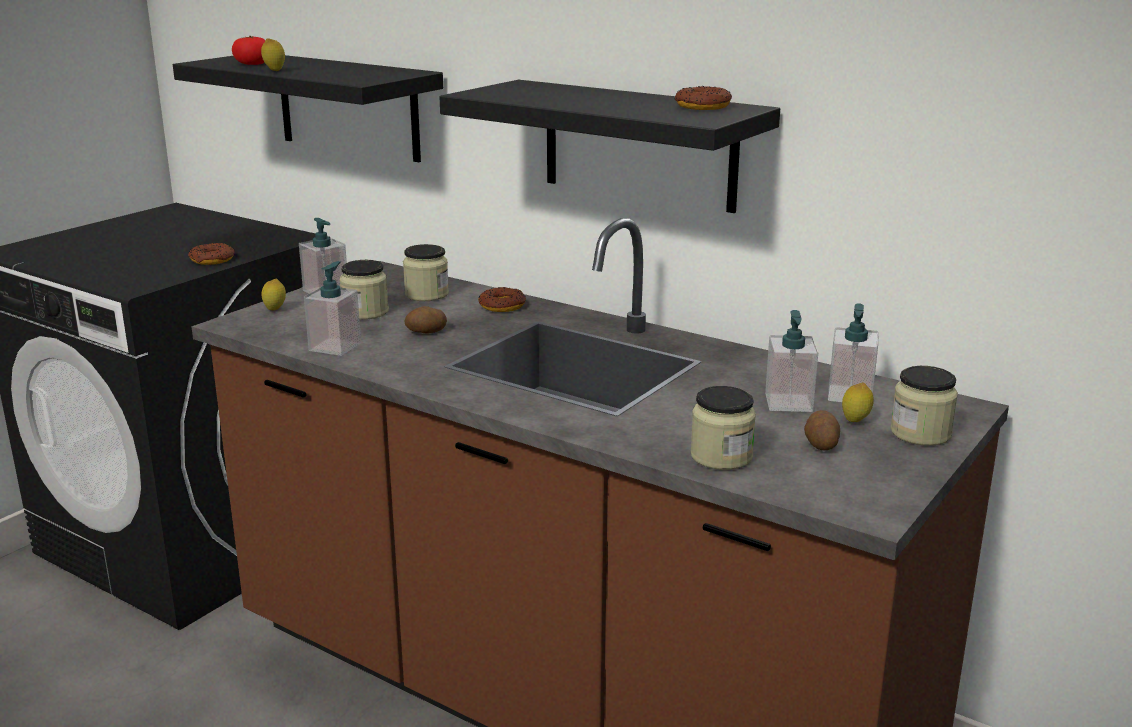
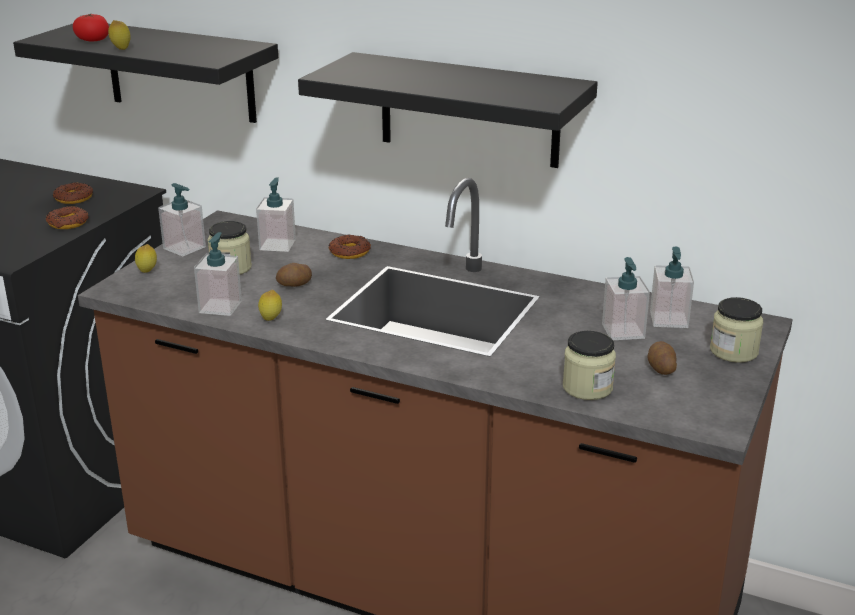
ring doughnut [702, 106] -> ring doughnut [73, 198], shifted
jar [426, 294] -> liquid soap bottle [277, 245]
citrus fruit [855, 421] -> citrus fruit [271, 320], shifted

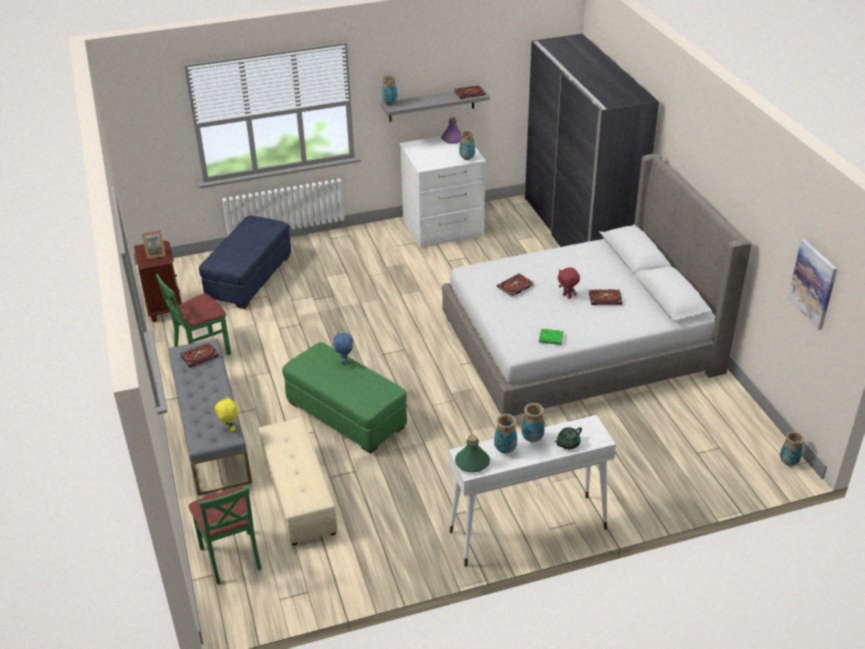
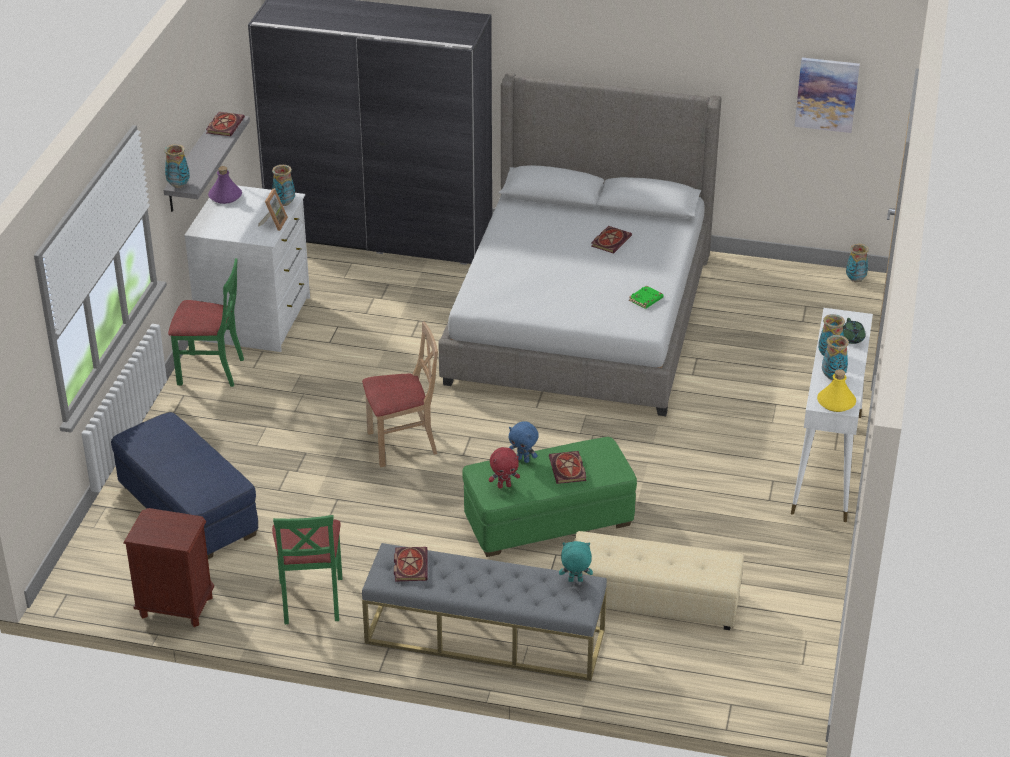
green chair [231, 557] -> green chair [211, 370], shifted
standing frame [155, 253] -> standing frame [274, 223], shifted
none -> sand-coloured chair [402, 444]
red-coloured plush toy [567, 296] -> red-coloured plush toy [504, 486], shifted
bound book [515, 287] -> bound book [568, 470], shifted
yellow plush toy [229, 429] -> turquoise-coloured plush toy [575, 581]
green bottle [472, 462] -> yellow bottle [836, 402]

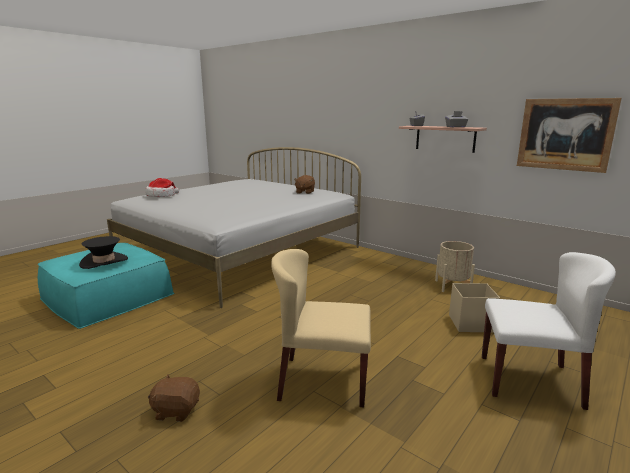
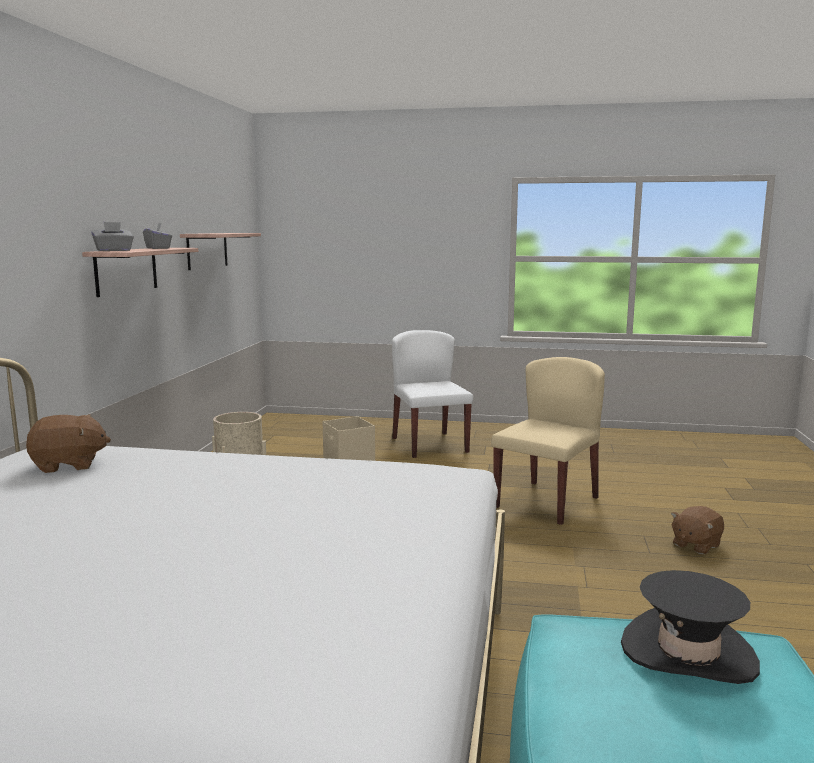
picture [565, 134] -> bracket shelf [207, 250]
sand-coloured chair [322, 381] -> sand-coloured chair [546, 501], 120 degrees counterclockwise
brown plush toy [176, 410] -> brown plush toy [695, 545], 75 degrees clockwise
hat [161, 195] -> none

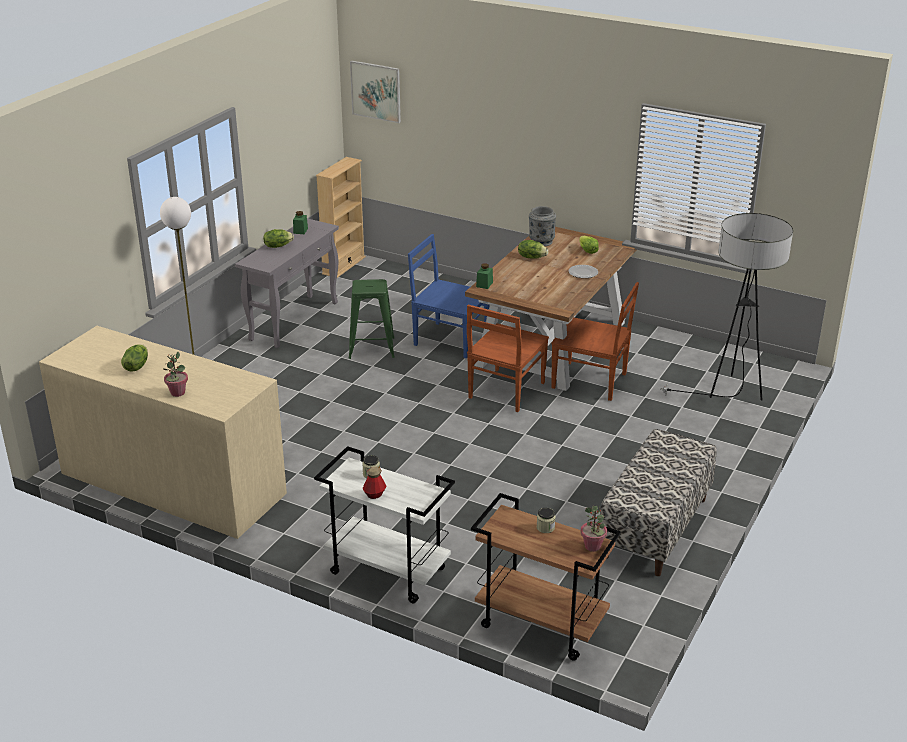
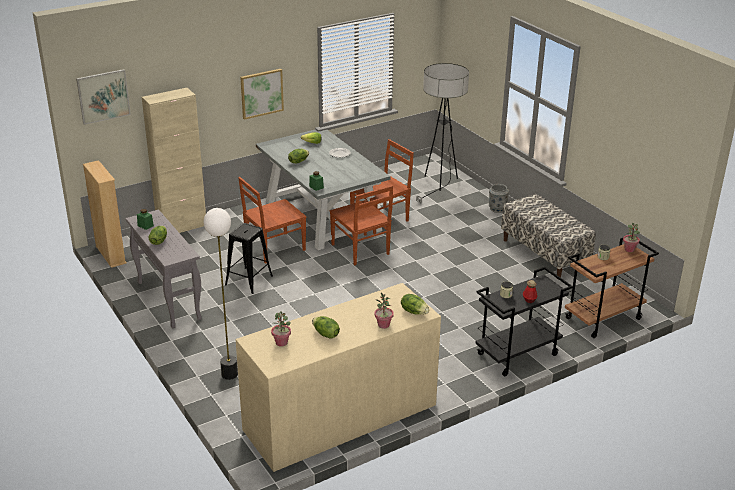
none -> sand-coloured cabinet [182, 227]
green stool seat [371, 348] -> black-coloured stool seat [249, 280]
blue-coloured chair [449, 339] -> brown chair [274, 248]
none -> picture [261, 93]
brown kitchen table [551, 344] -> grey kitchen table [323, 216]
none -> potted plant [281, 342]
none -> lettuce head [414, 311]
white trolley [386, 571] -> black-coloured trolley [517, 355]
grey flower vase [541, 241] -> grey flower vase [497, 209], shifted

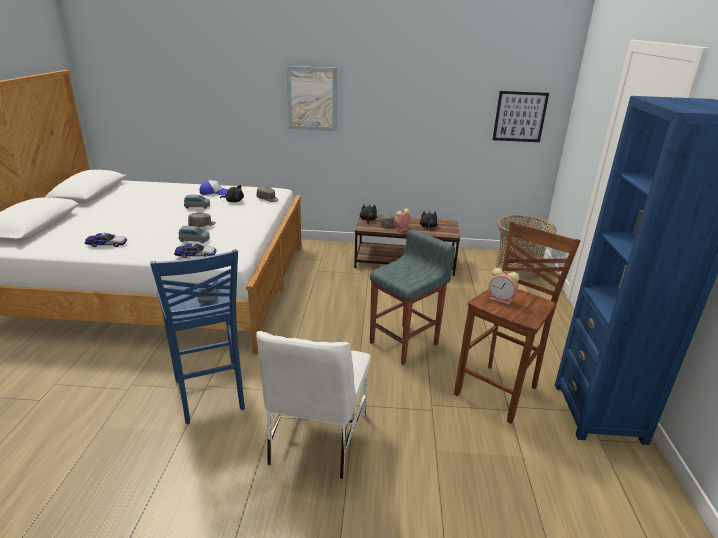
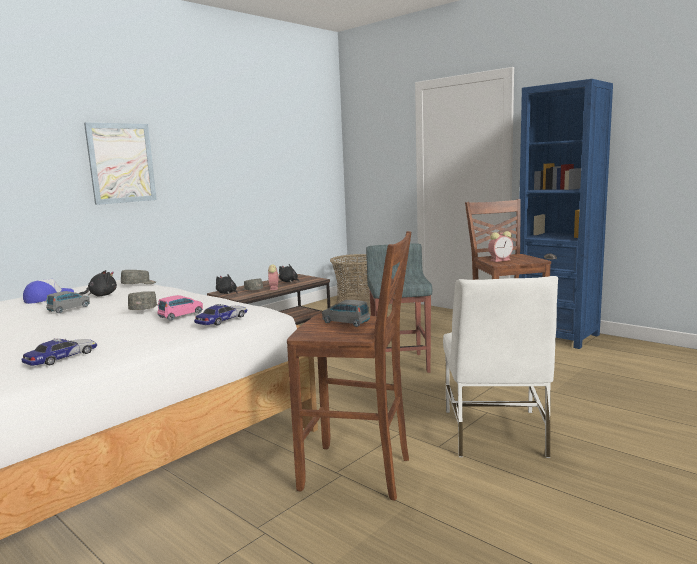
grey toy car [194, 240] -> pink toy car [181, 315]
blue-coloured stool seat [210, 395] -> brown stool seat [358, 473]
white chair [316, 439] -> white chair [495, 433], 45 degrees clockwise
picture [520, 116] -> none

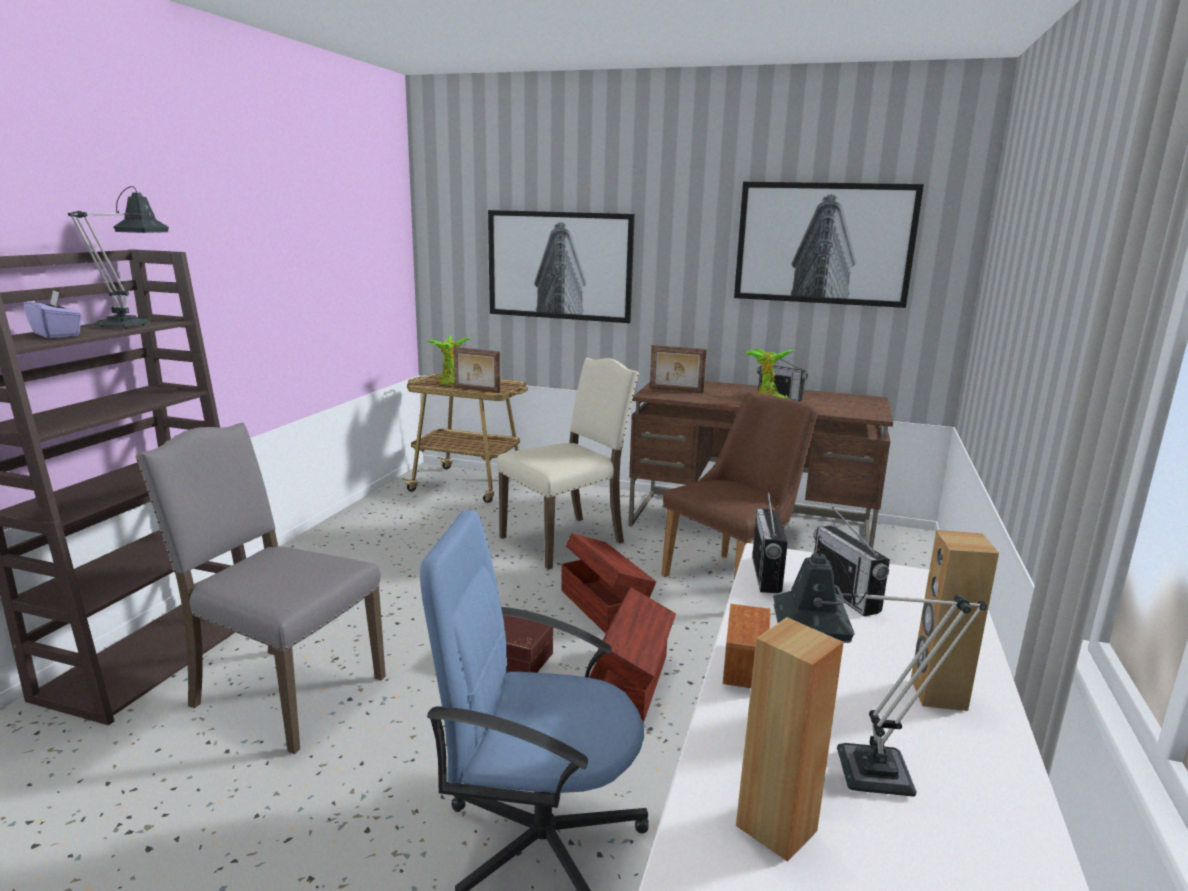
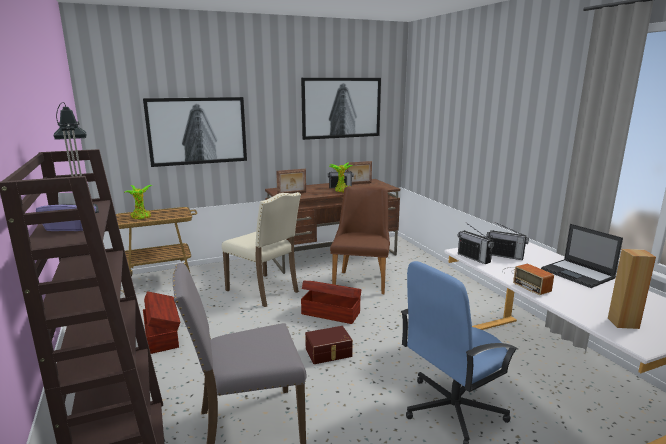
brown storage container [631, 682] -> brown storage container [162, 335], shifted
sand-coloured chair [566, 540] -> sand-coloured chair [264, 291], 120 degrees clockwise
standing frame [476, 390] -> standing frame [359, 184], shifted
brown audio speaker [937, 694] -> portable computer [578, 274]
tabletop lamp [854, 771] -> none

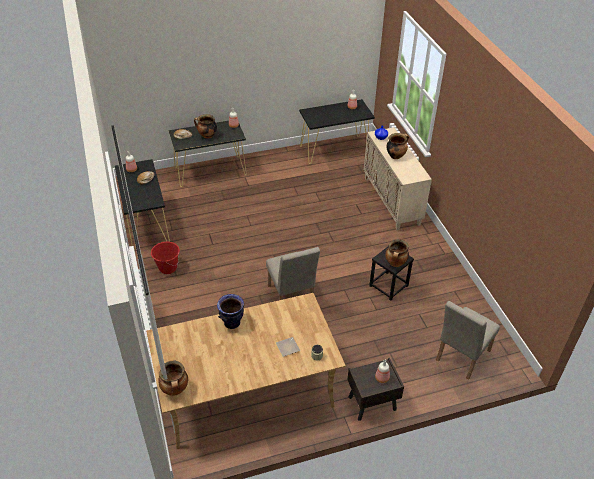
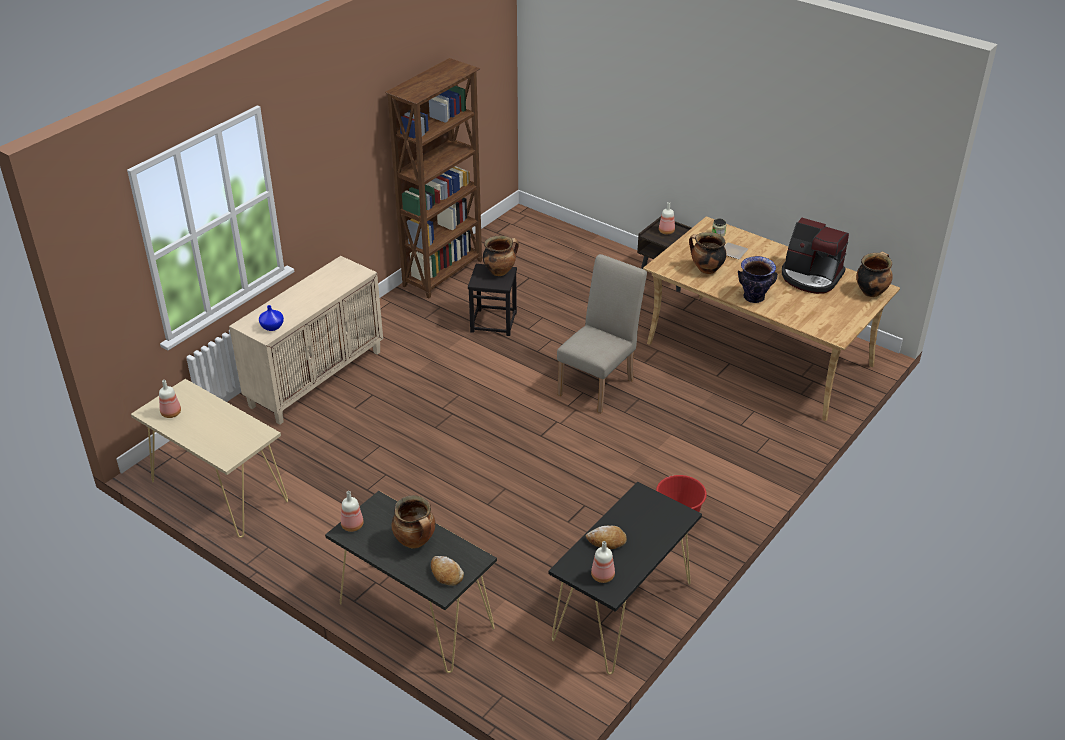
black-coloured narrow table [334, 150] -> sand-coloured narrow table [219, 491]
none -> brown bookshelf [444, 273]
saucepot [396, 156] -> saucepot [706, 269], shifted
none -> coffee machine [811, 277]
sand-coloured chair [460, 358] -> none

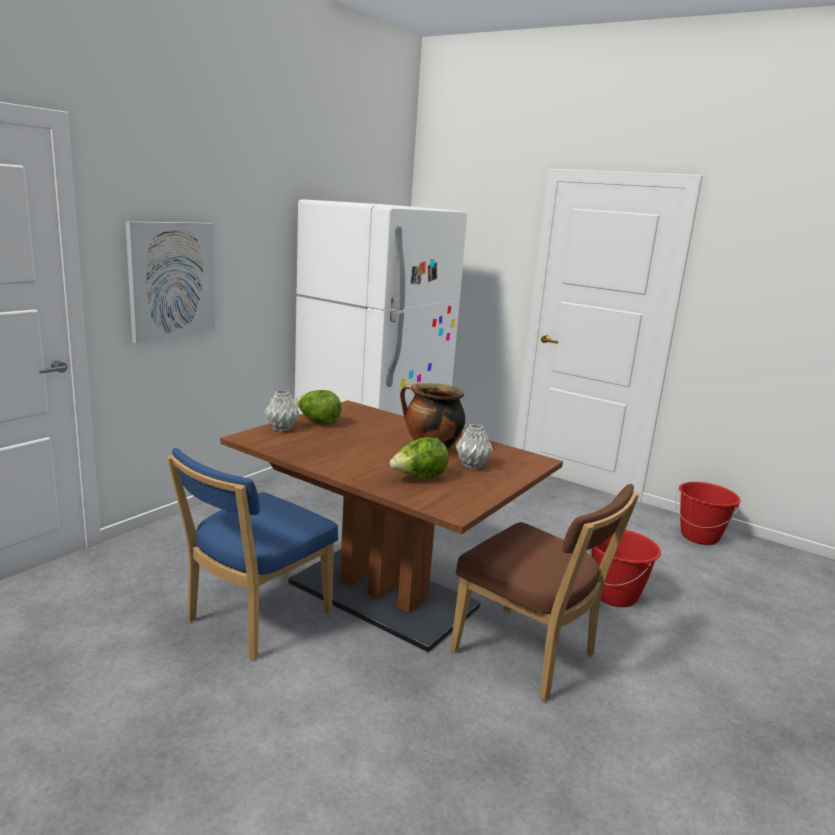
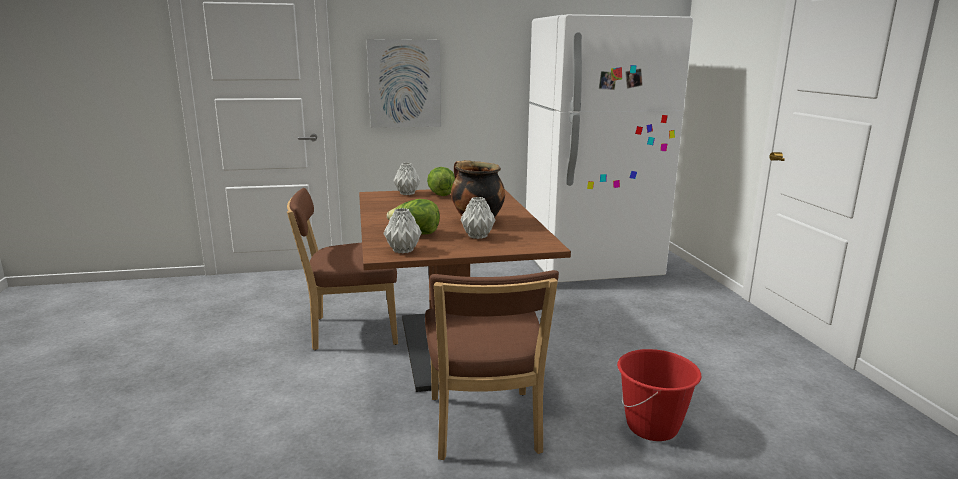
blue-coloured chair [254, 619] -> brown chair [350, 331]
none -> grey flower vase [402, 250]
red-coloured bucket [699, 536] -> none

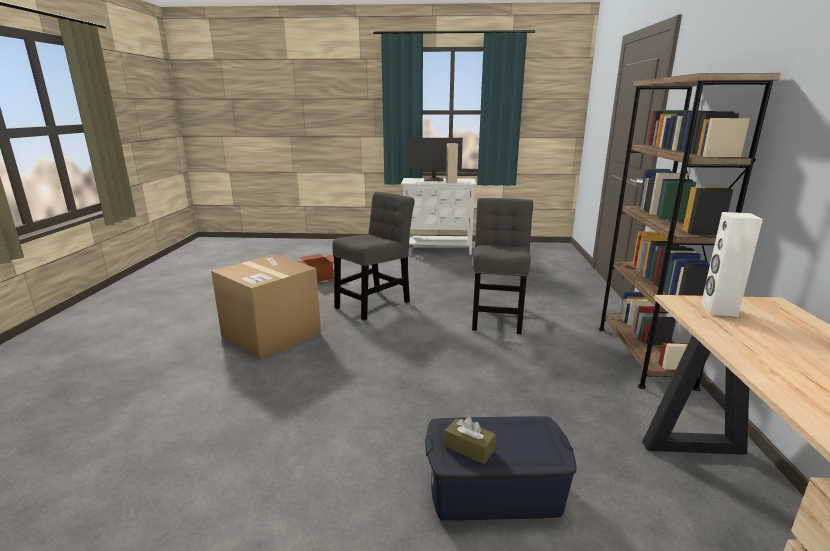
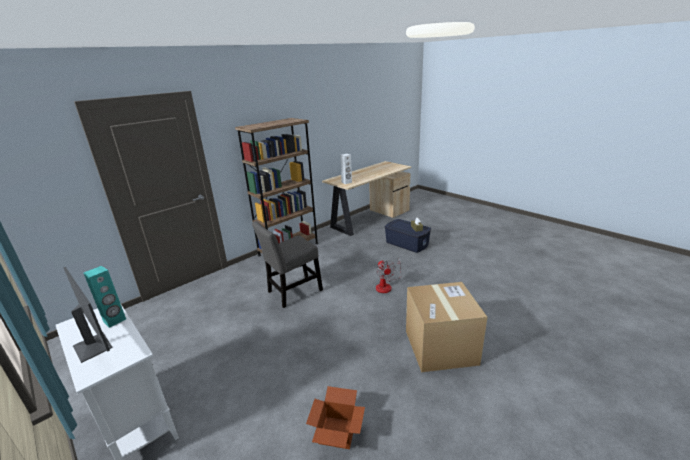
sand-coloured audio speaker [451, 182] -> turquoise-coloured audio speaker [115, 320]
none -> electric fan [386, 285]
grey chair [375, 303] -> none

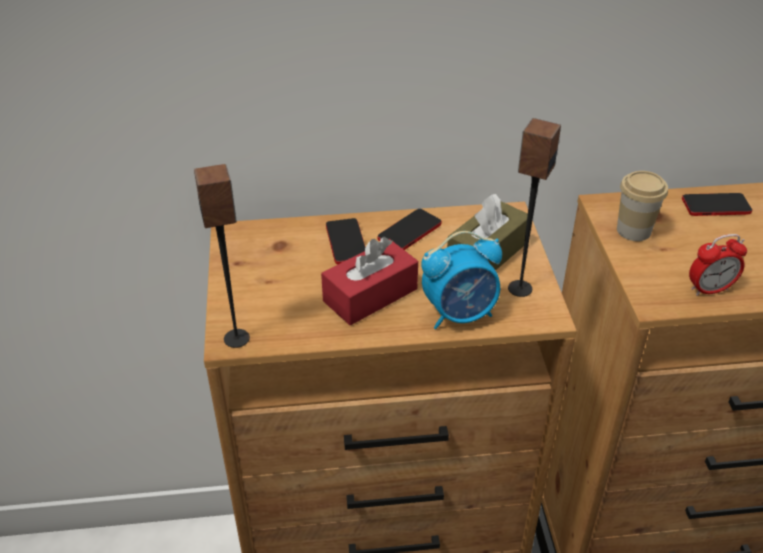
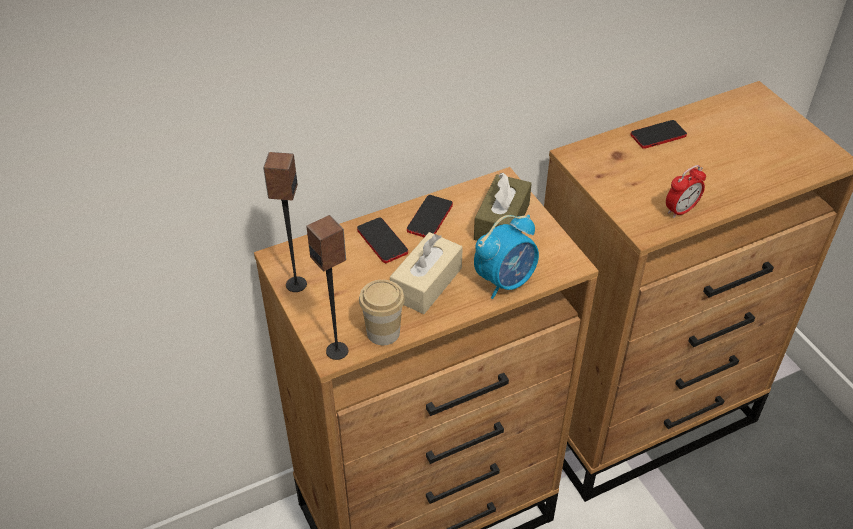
audio speaker [519, 288] -> audio speaker [295, 284], shifted
cup [633, 230] -> cup [383, 332], shifted
red-coloured box of tissues [370, 295] -> sand-coloured box of tissues [426, 283]

